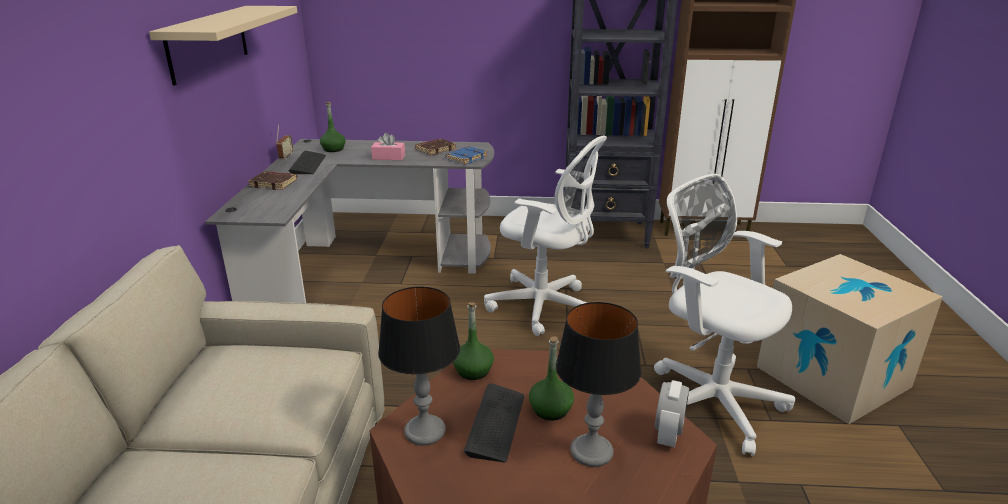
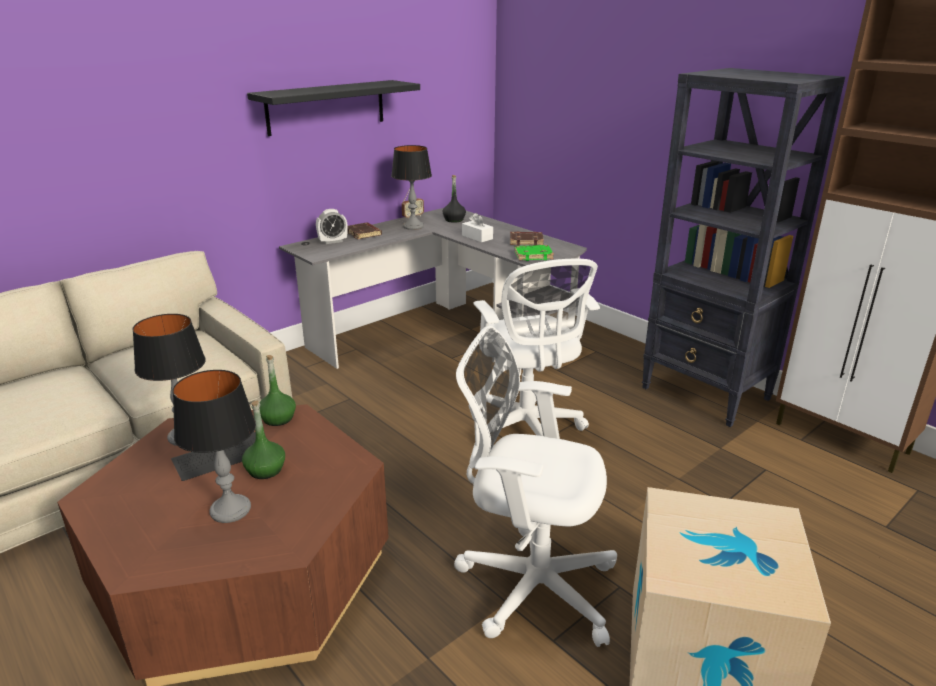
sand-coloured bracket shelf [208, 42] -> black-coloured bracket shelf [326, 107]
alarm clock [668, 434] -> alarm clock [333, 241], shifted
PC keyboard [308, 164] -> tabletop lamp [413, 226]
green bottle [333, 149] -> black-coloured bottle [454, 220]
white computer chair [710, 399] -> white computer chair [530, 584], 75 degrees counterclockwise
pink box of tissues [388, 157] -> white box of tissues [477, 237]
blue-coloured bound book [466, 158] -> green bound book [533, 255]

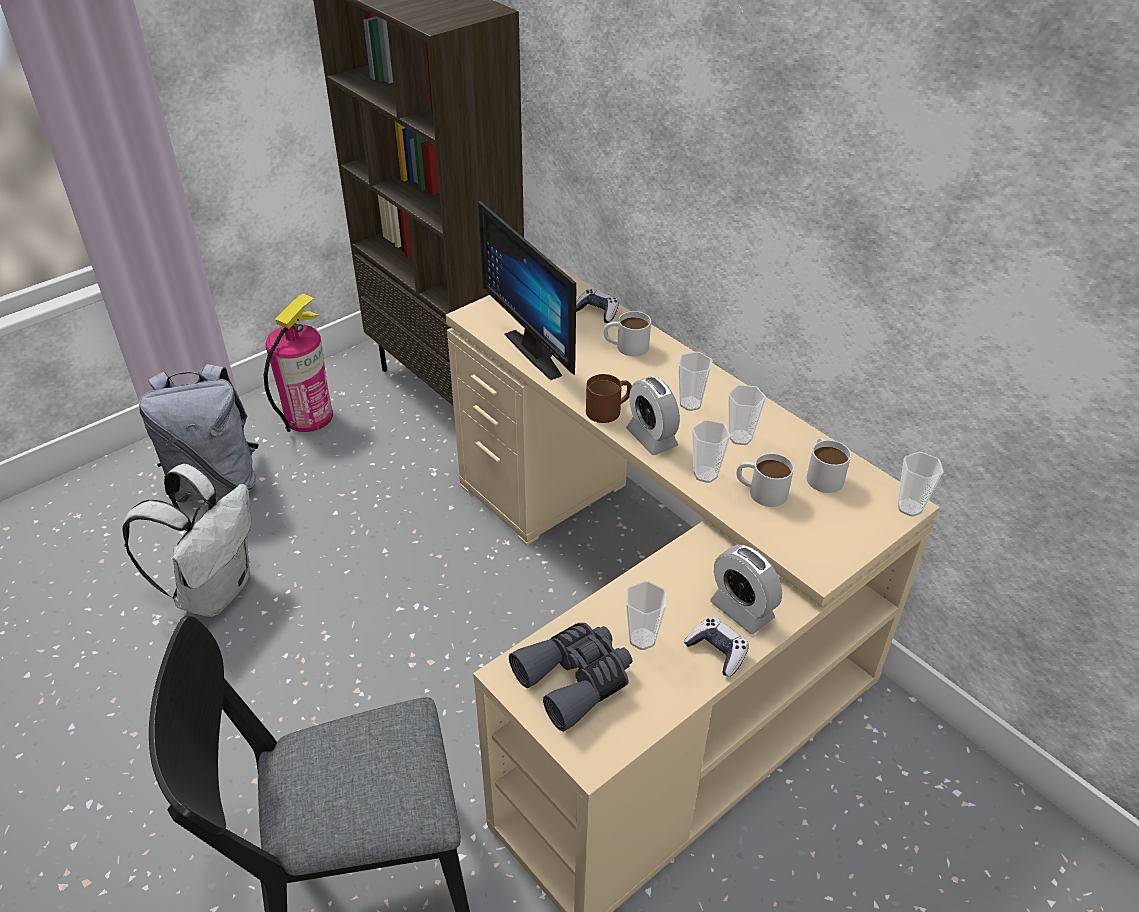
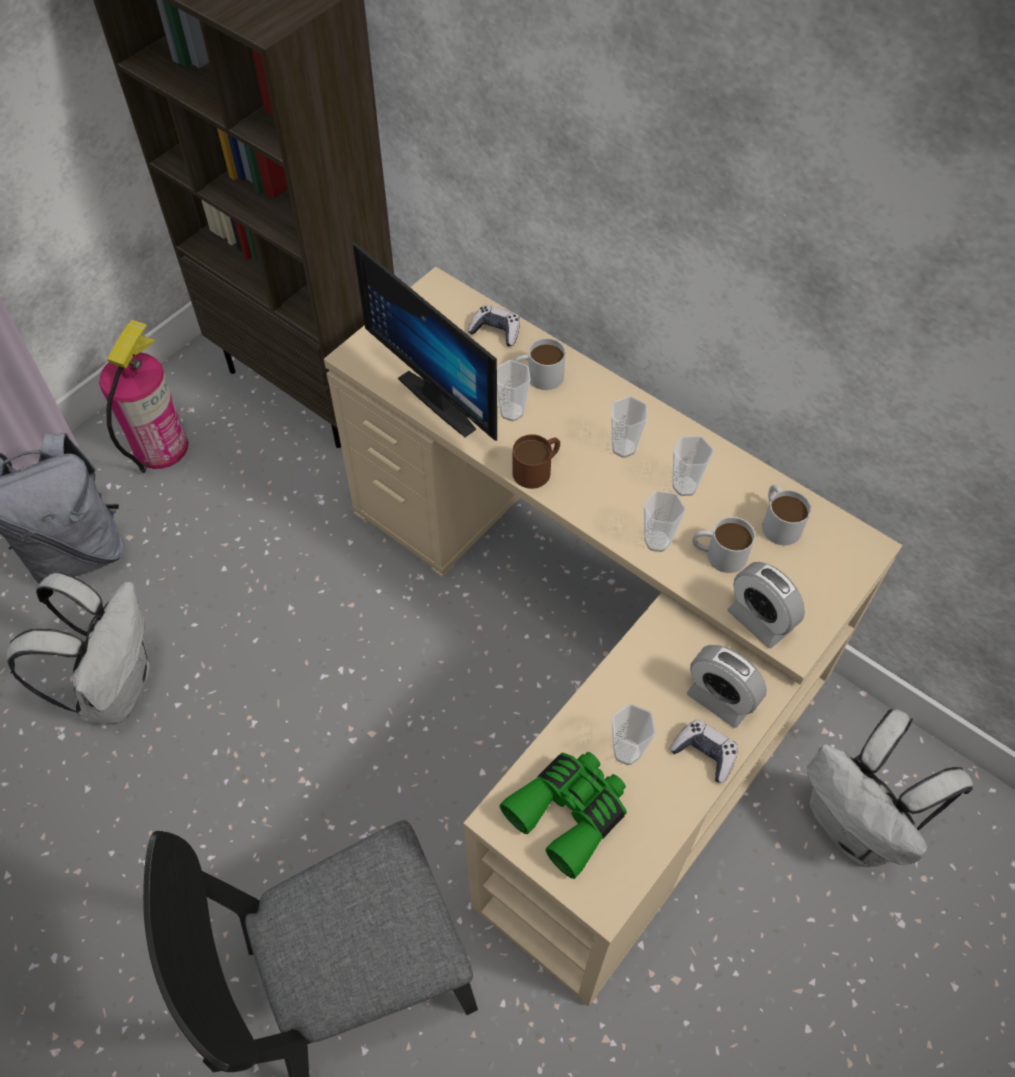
cup [909, 507] -> cup [511, 412], shifted
grey field glasses [576, 680] -> green field glasses [569, 812]
alarm clock [651, 438] -> alarm clock [759, 620], shifted
none -> white rucksack [856, 825]

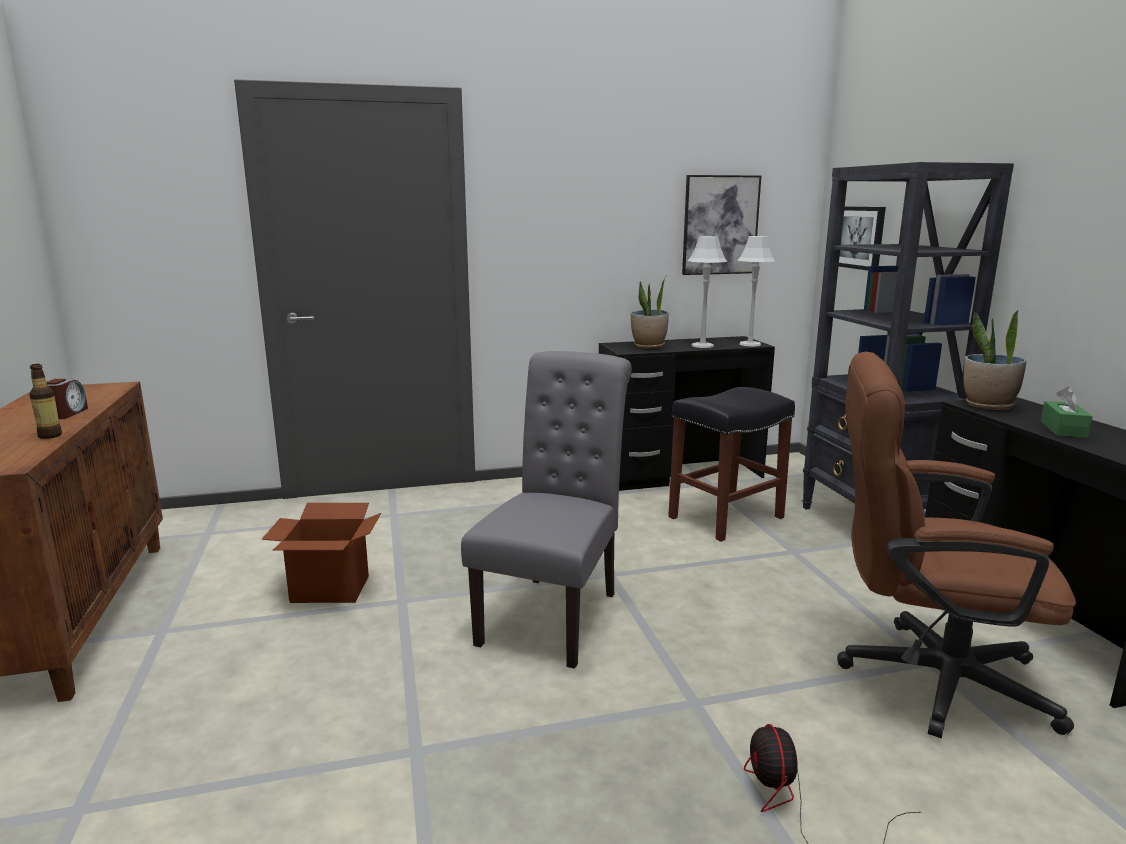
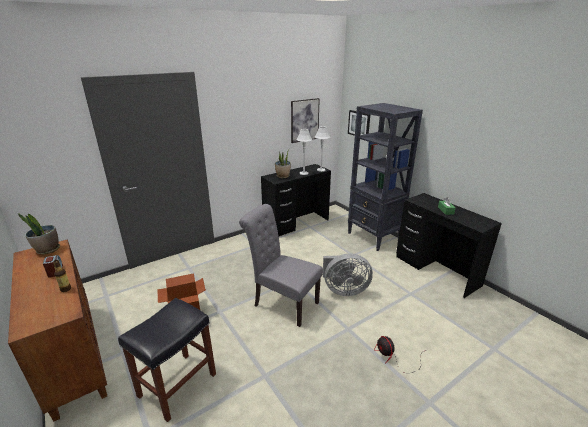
potted plant [988, 405] -> potted plant [47, 250], shifted
black-coloured stool seat [725, 518] -> black-coloured stool seat [177, 386], shifted
grey chair [554, 613] -> grey chair [282, 303], 60 degrees counterclockwise
none -> grey electric fan [344, 290]
brown computer chair [924, 677] -> none

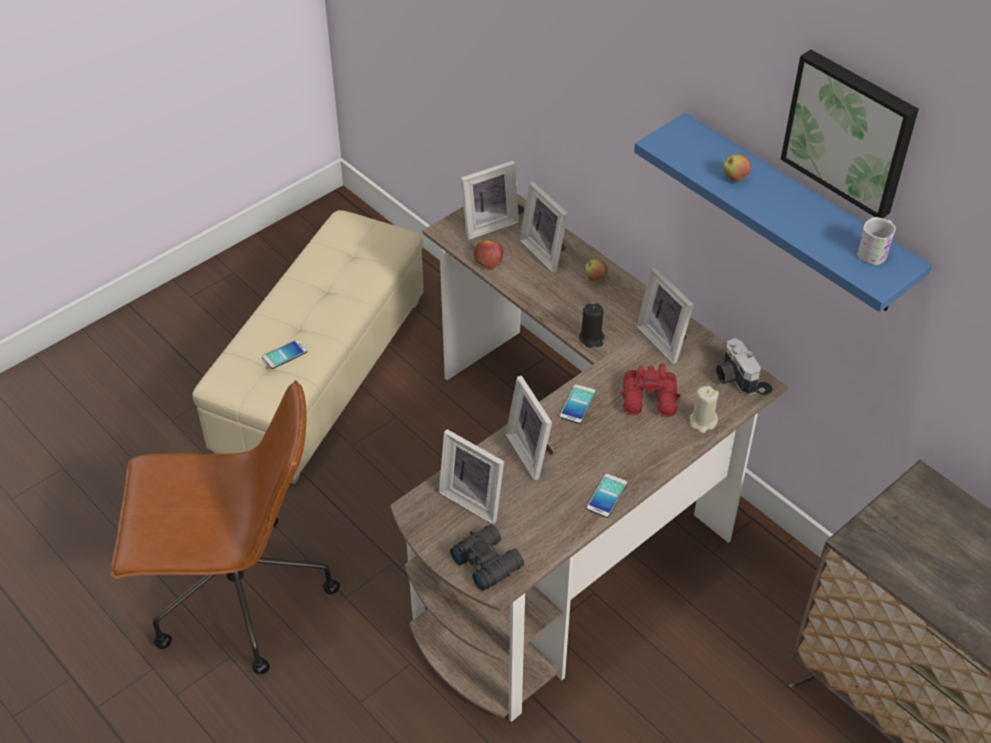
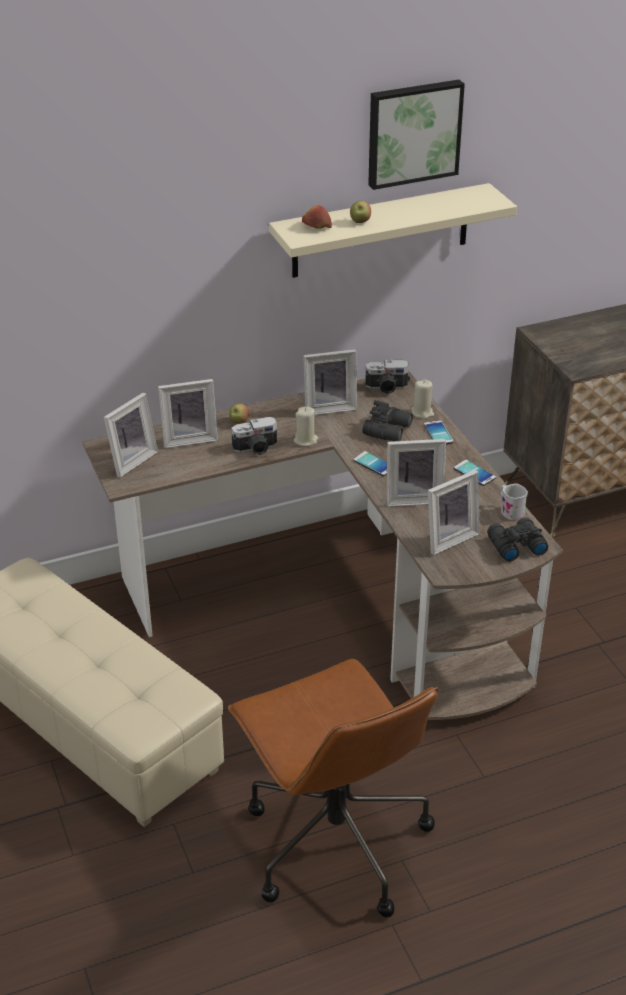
standing frame [488, 224] -> standing frame [130, 460], 45 degrees clockwise
brown computer chair [237, 597] -> brown computer chair [334, 841], 135 degrees clockwise
none -> photo camera [256, 448]
blue-coloured bracket shelf [795, 215] -> sand-coloured bracket shelf [381, 231]
black-coloured wax candle [591, 338] -> sand-coloured wax candle [306, 440]
whole apple [488, 259] -> whole apple [316, 226], shifted
red-coloured field glasses [650, 401] -> black-coloured field glasses [389, 430]
handset [285, 354] -> handset [438, 433], shifted
white tea mug [875, 252] -> white tea mug [509, 511], shifted

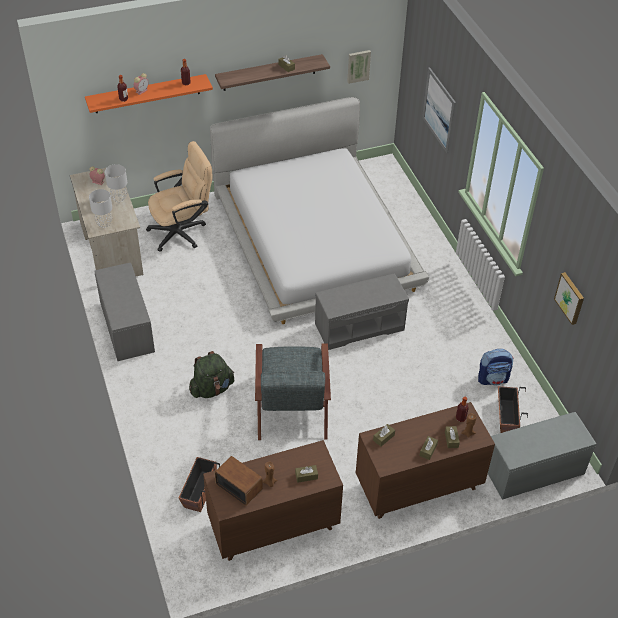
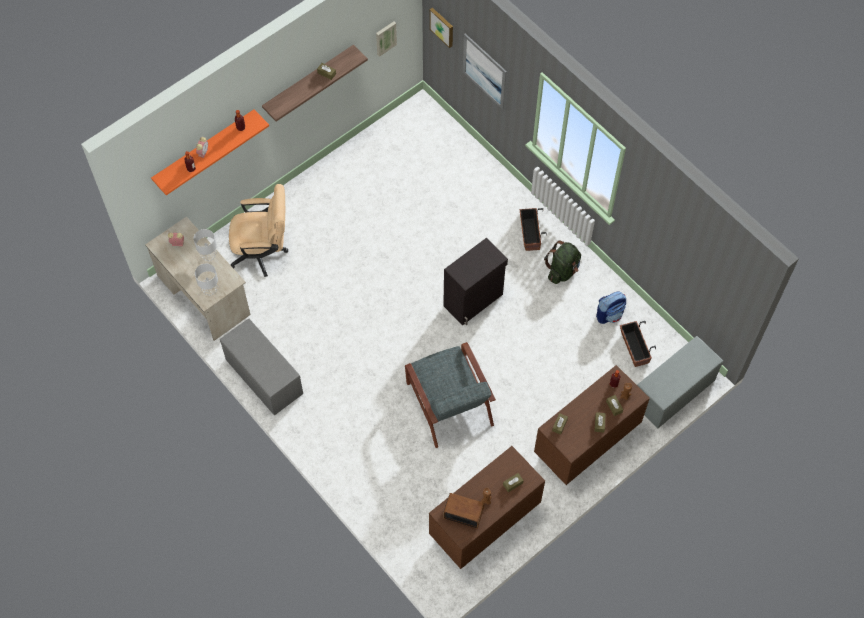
sand-coloured computer chair [183, 231] -> sand-coloured computer chair [263, 252], 45 degrees clockwise
picture [570, 298] -> picture [442, 26], shifted
grey indoor bench [360, 326] -> black-coloured cabinet [474, 300]
planter [199, 491] -> planter [530, 234], shifted
green rucksack [212, 389] -> green rucksack [562, 270], shifted
white sleeping bed [315, 239] -> none

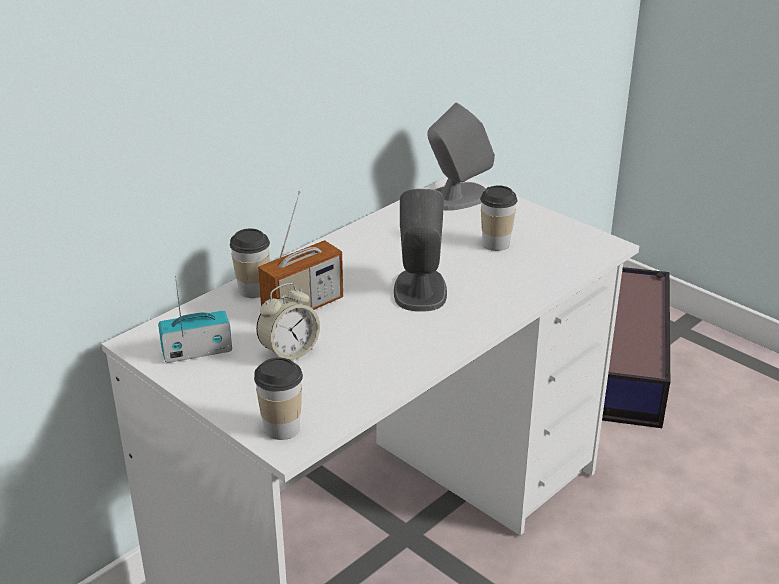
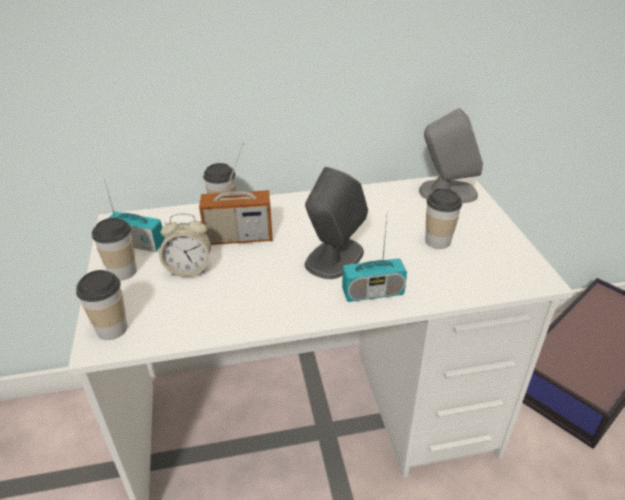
none -> cup [123, 272]
none -> radio set [373, 292]

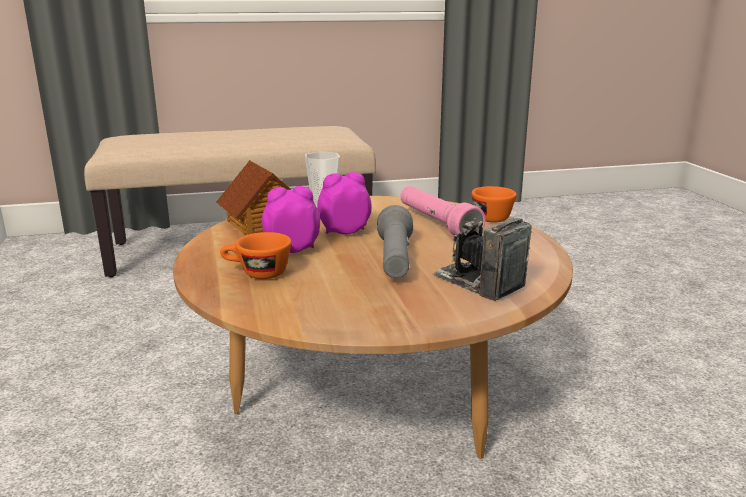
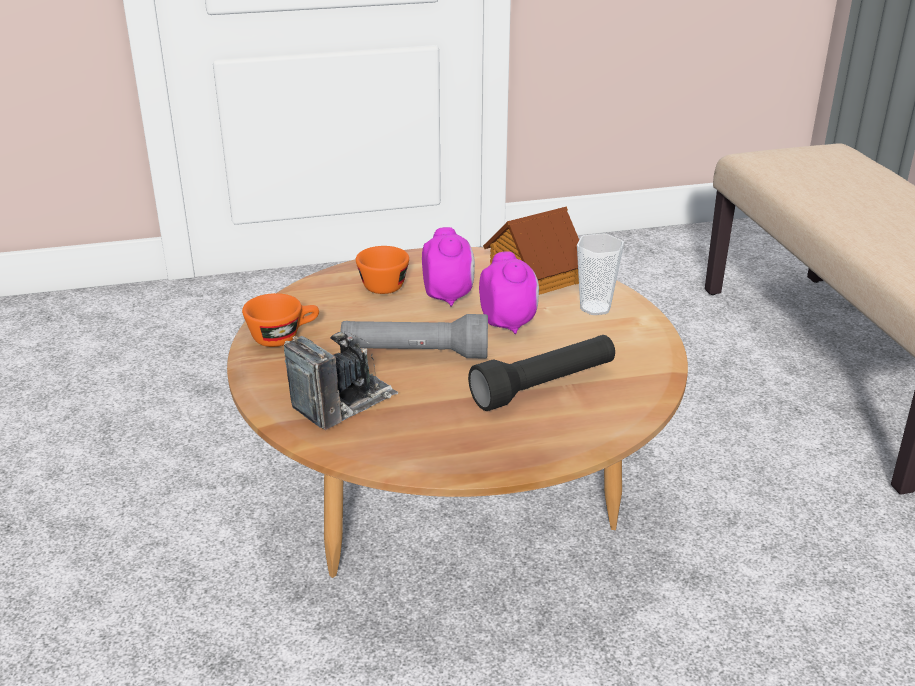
orangey cup [488, 217] -> orangey cup [283, 337], shifted
pink flashlight [437, 224] -> black-coloured flashlight [544, 387]

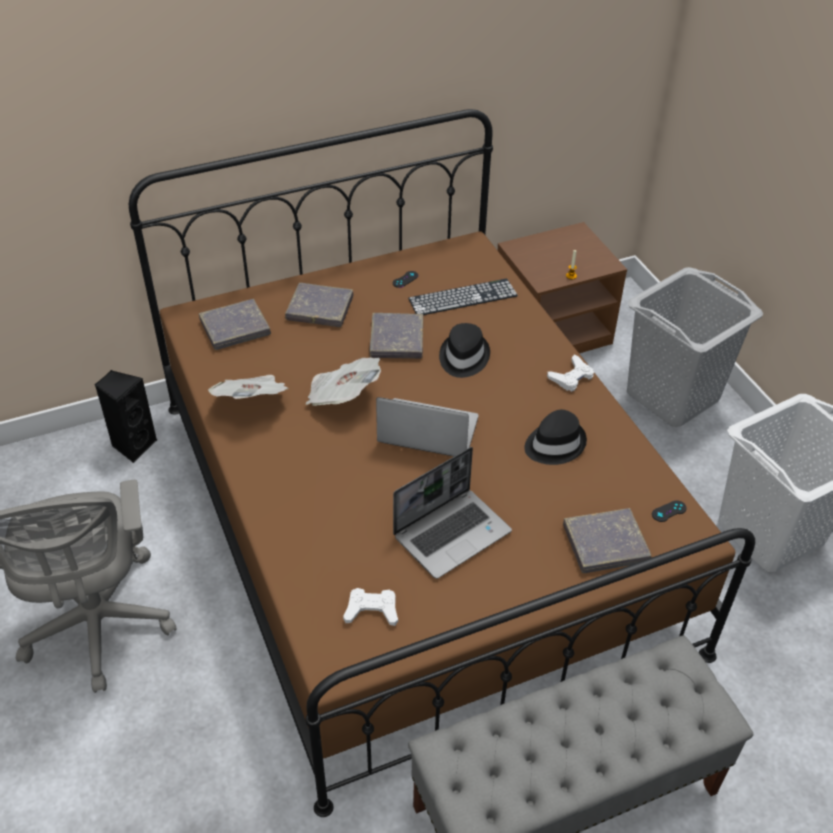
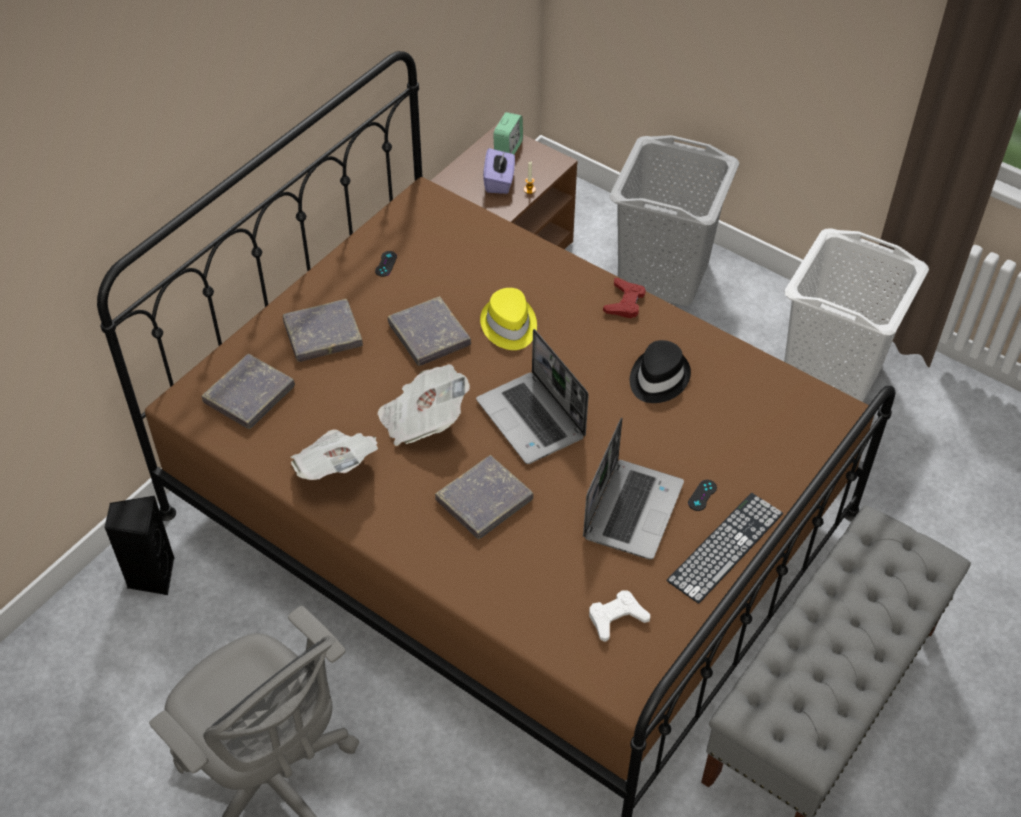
grey bound book [605, 544] -> grey bound book [484, 501], shifted
portable computer [426, 431] -> portable computer [532, 419], 105 degrees counterclockwise
black-coloured hat [463, 357] -> yellow hat [508, 326]
none -> purplish box of tissues [499, 182]
none -> alarm clock [508, 149]
white gamepad [571, 377] -> red-coloured gamepad [624, 302]
PC keyboard [463, 297] -> PC keyboard [725, 547], shifted
black-coloured gamepad [669, 511] -> black-coloured gamepad [702, 495], shifted

